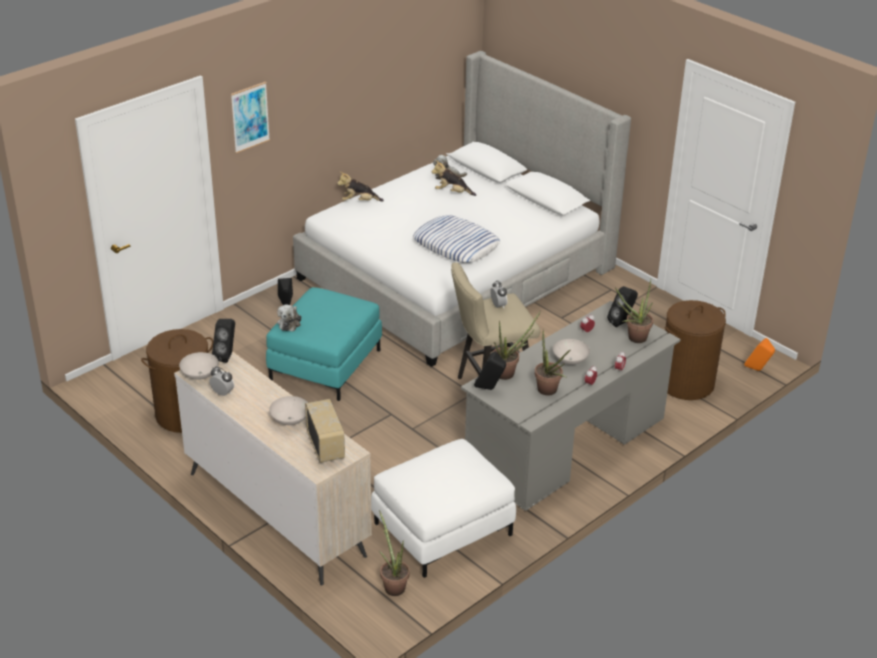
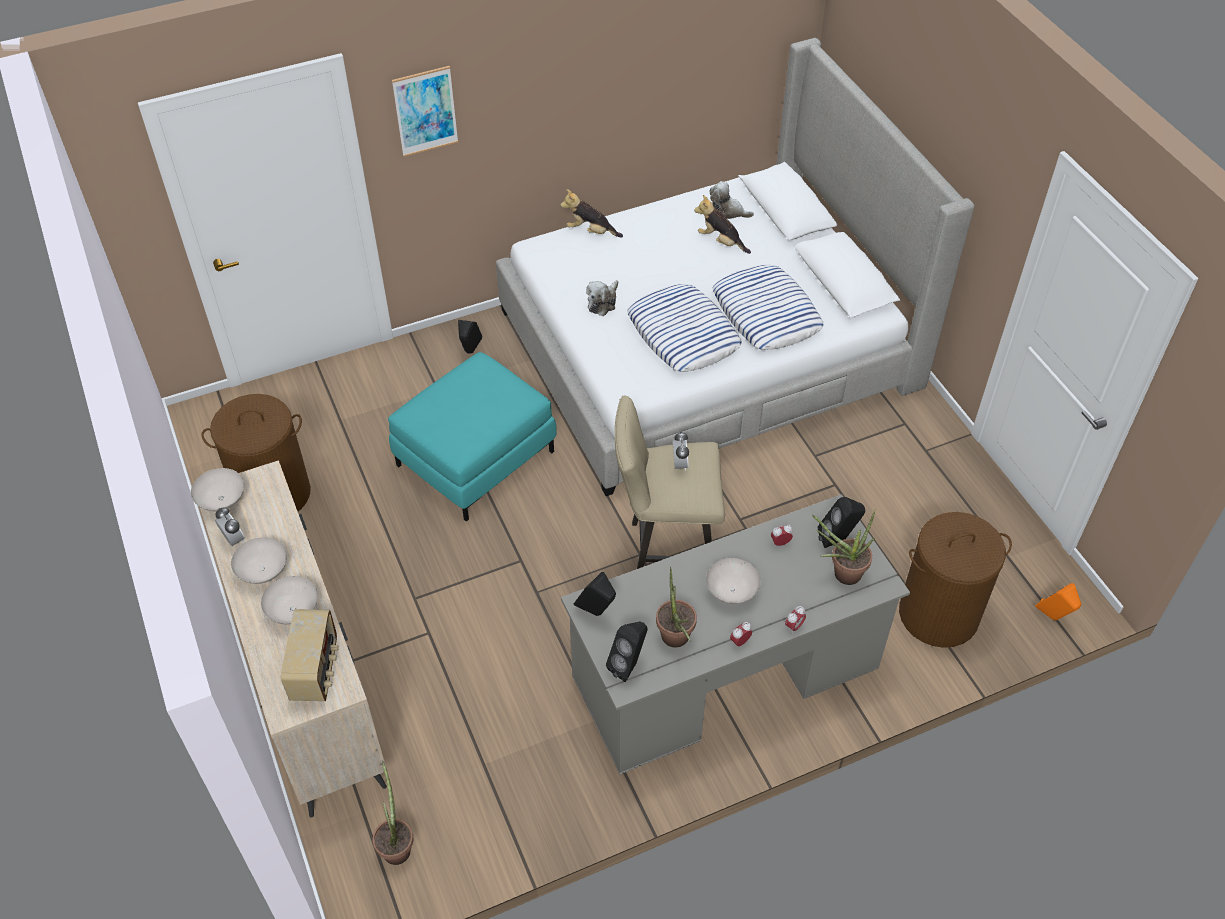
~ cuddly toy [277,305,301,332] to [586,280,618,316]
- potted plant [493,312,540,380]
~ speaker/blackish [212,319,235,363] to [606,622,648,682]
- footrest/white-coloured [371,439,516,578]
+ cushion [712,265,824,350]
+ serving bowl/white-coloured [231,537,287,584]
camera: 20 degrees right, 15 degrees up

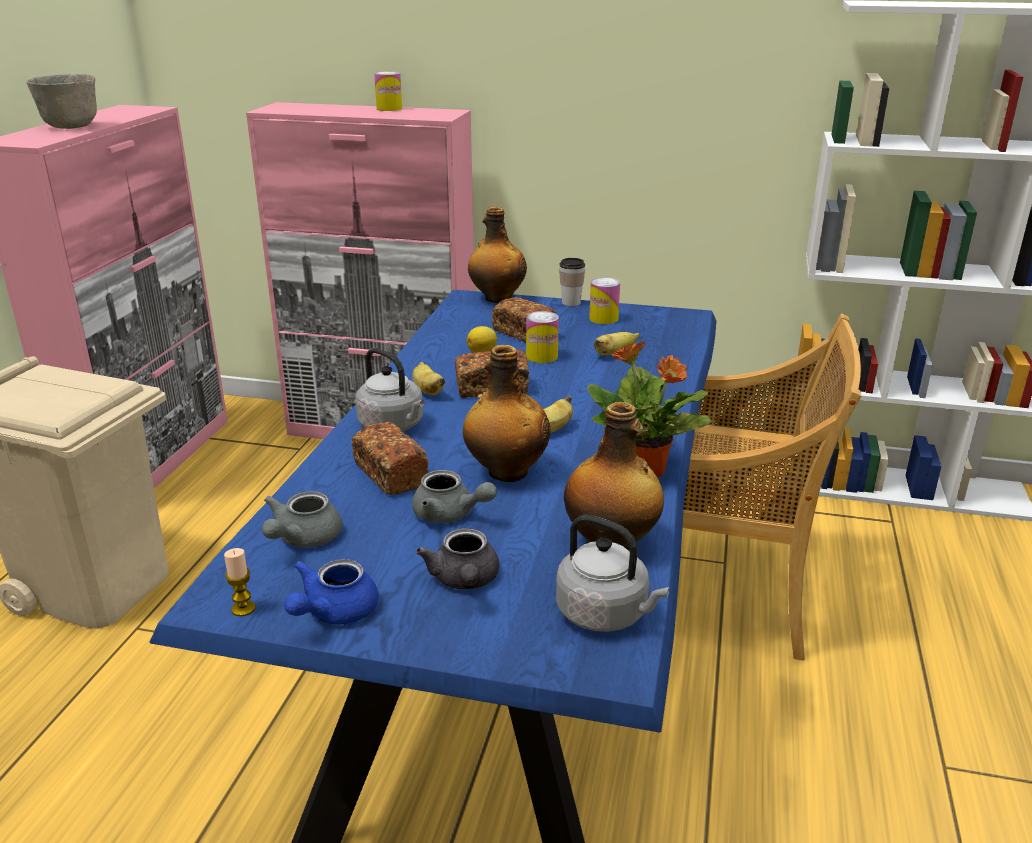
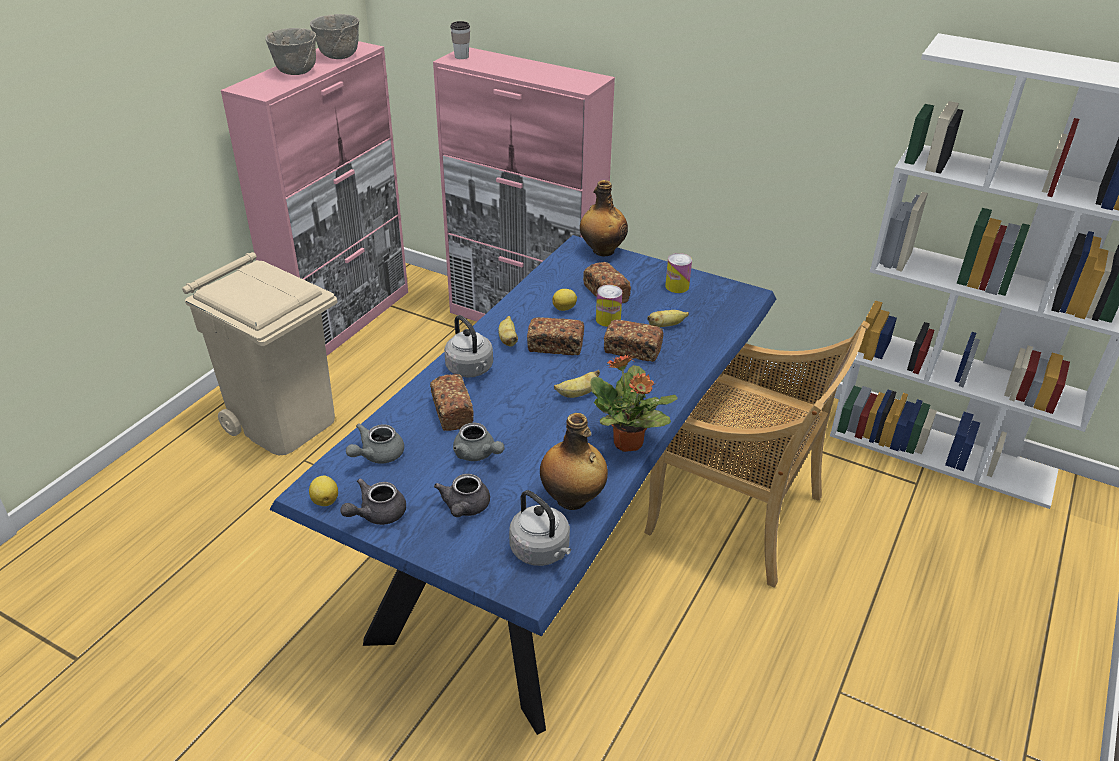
- sealed can [374,71,402,111]
~ small cup [559,258,585,306] to [450,21,470,59]
- beverage bottle [463,345,551,482]
~ wax light [224,548,255,616] to lemon [309,476,338,506]
~ pot for tea/bluish [284,559,378,625] to pot for tea/grey [340,479,406,525]
+ serving bowl/grey [310,14,359,59]
+ bread [604,320,663,362]
camera: 15 degrees right, 10 degrees up

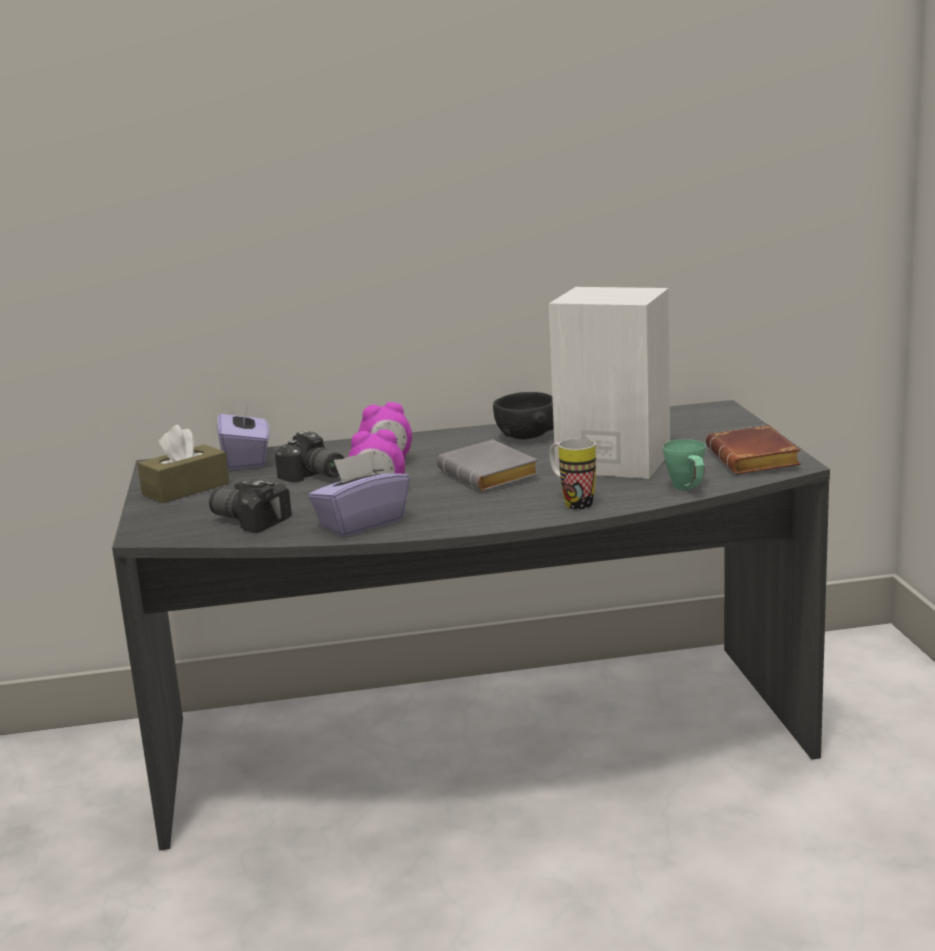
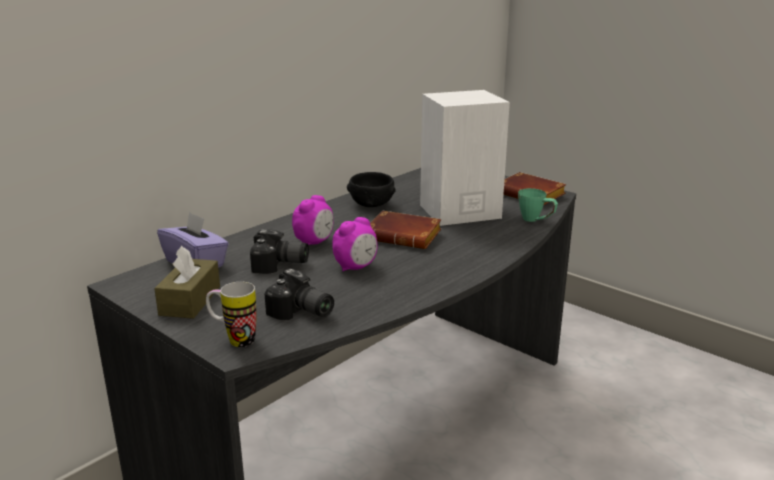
~ tea mug [549,438,596,510] to [206,282,257,347]
~ book/grey [437,439,539,491] to book/brown [370,210,441,249]
- tissue holder/purplish [308,452,409,537]
~ still camera [209,480,292,533] = [264,268,334,320] 135 degrees counterclockwise
camera: 40 degrees left, 5 degrees up

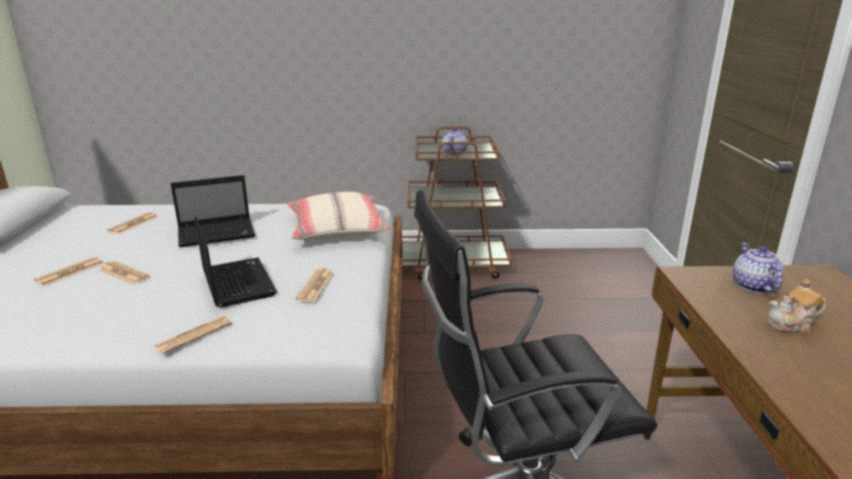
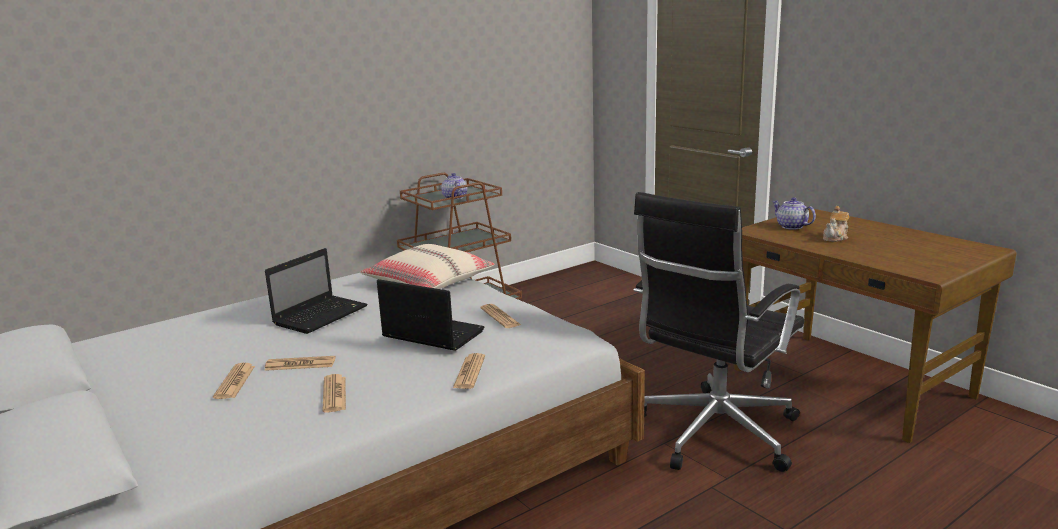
~ newspaper [107,212,158,234] to [322,374,346,413]
camera: 35 degrees left, 5 degrees down

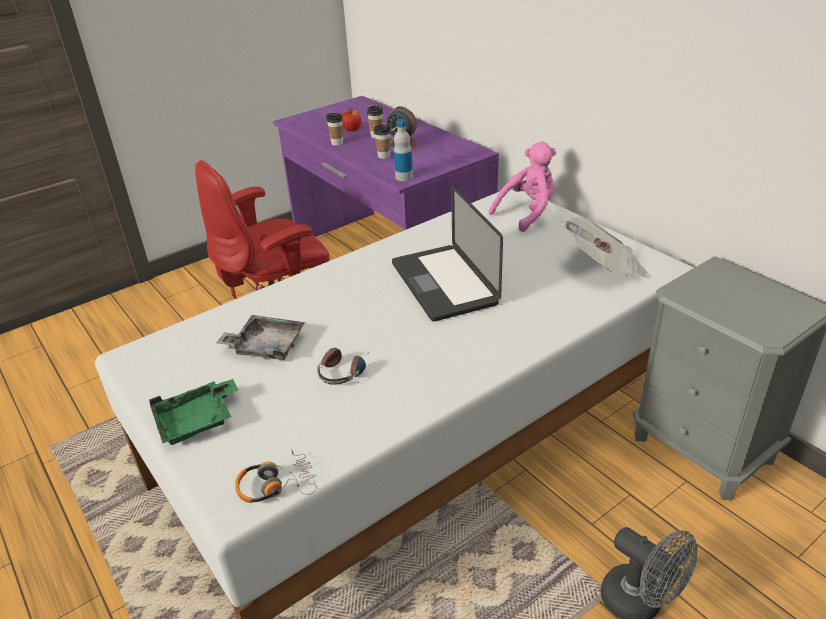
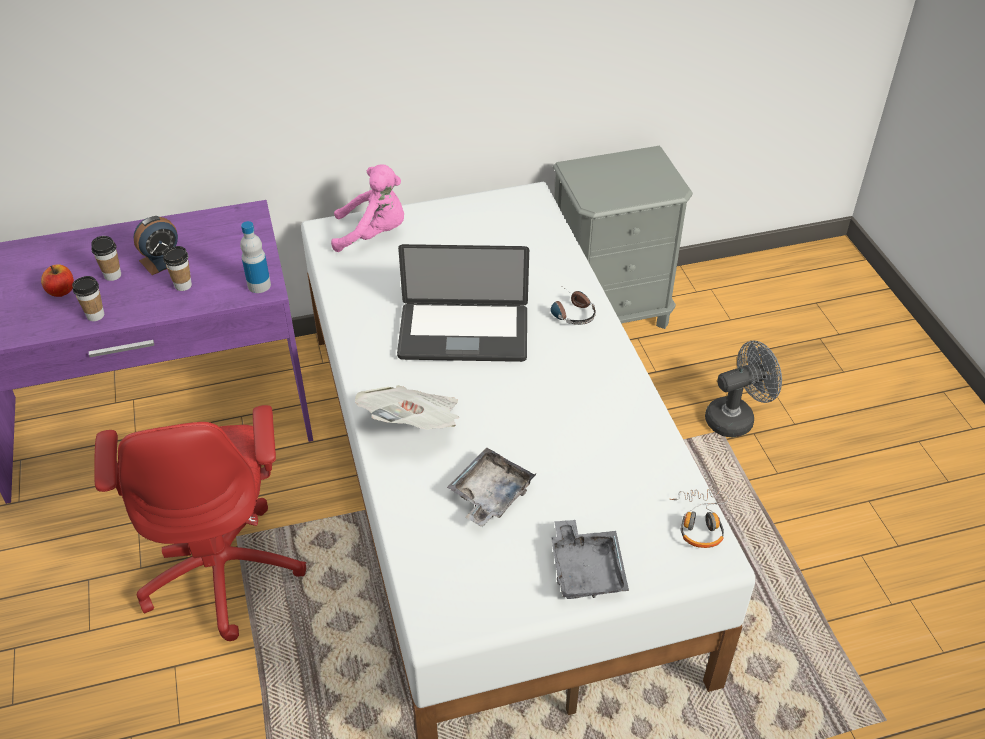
~ cuddly toy/pink [489,141,556,232] = [331,165,404,252] 105 degrees clockwise
~ newspaper [562,217,651,278] to [355,385,459,430]
~ headphones [317,348,372,385] to [551,287,596,325]
~ carrying tray/green [149,379,238,445] to carrying tray/grey [551,520,629,599]
camera: 70 degrees left, 10 degrees up

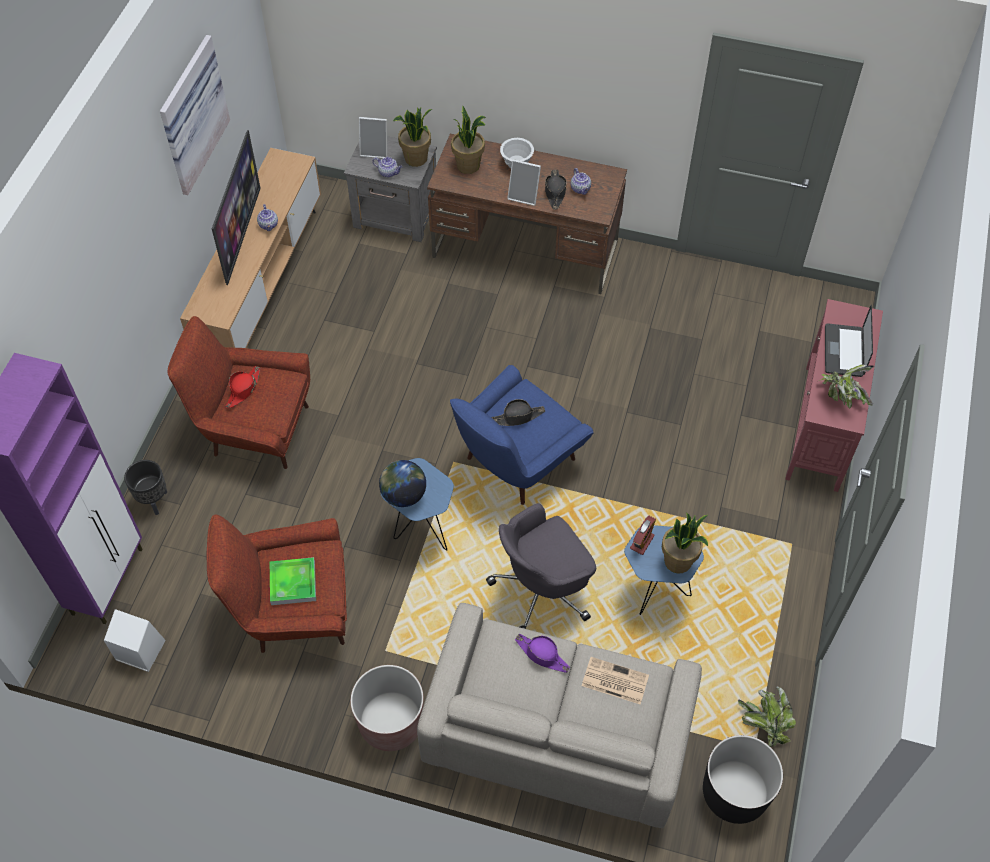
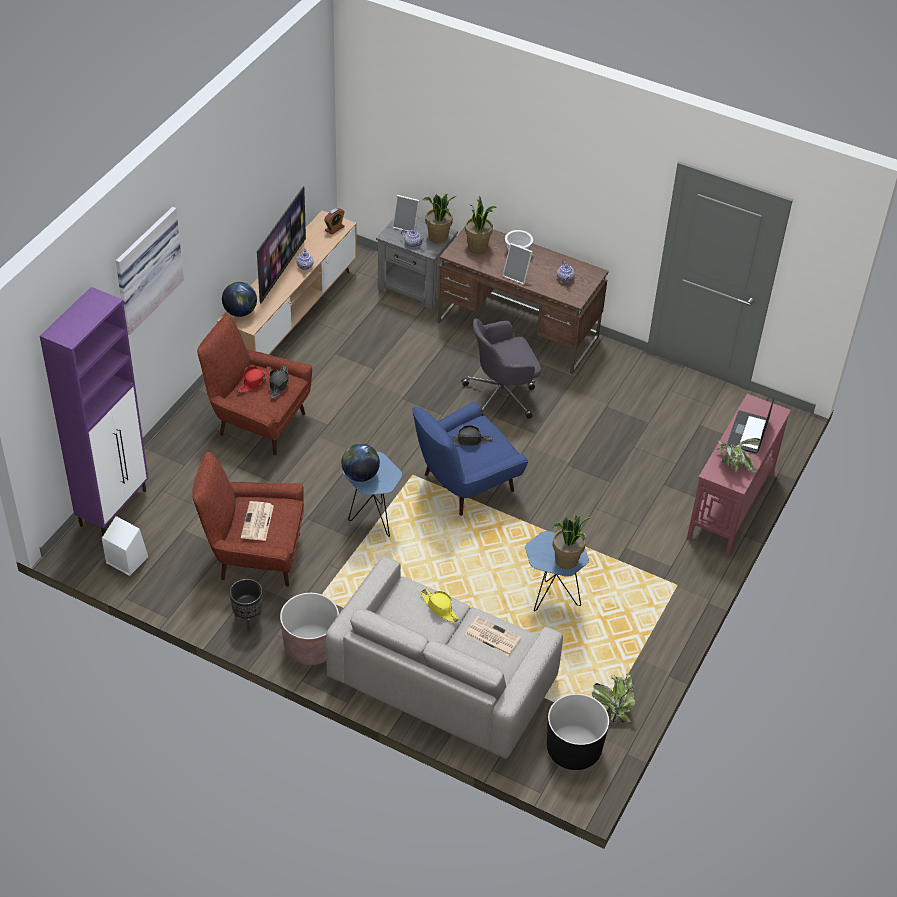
~ wall art [160,35,230,195] to [116,207,184,335]
~ hat/blackish [545,169,567,210] to [269,366,289,398]
~ plant pot/blackish [124,460,167,515] to [229,579,263,631]
~ computer chair/grey [486,503,596,629] to [462,318,541,419]
~ alarm clock [630,516,656,555] to [324,208,345,235]
~ carrying tray [270,557,316,605] to newspaper [241,501,274,541]
~ hat/purplish [515,633,570,673] to hat/yellowish [421,588,459,623]
+ desk globe [222,282,257,317]
camera: 10 degrees right, 10 degrees down

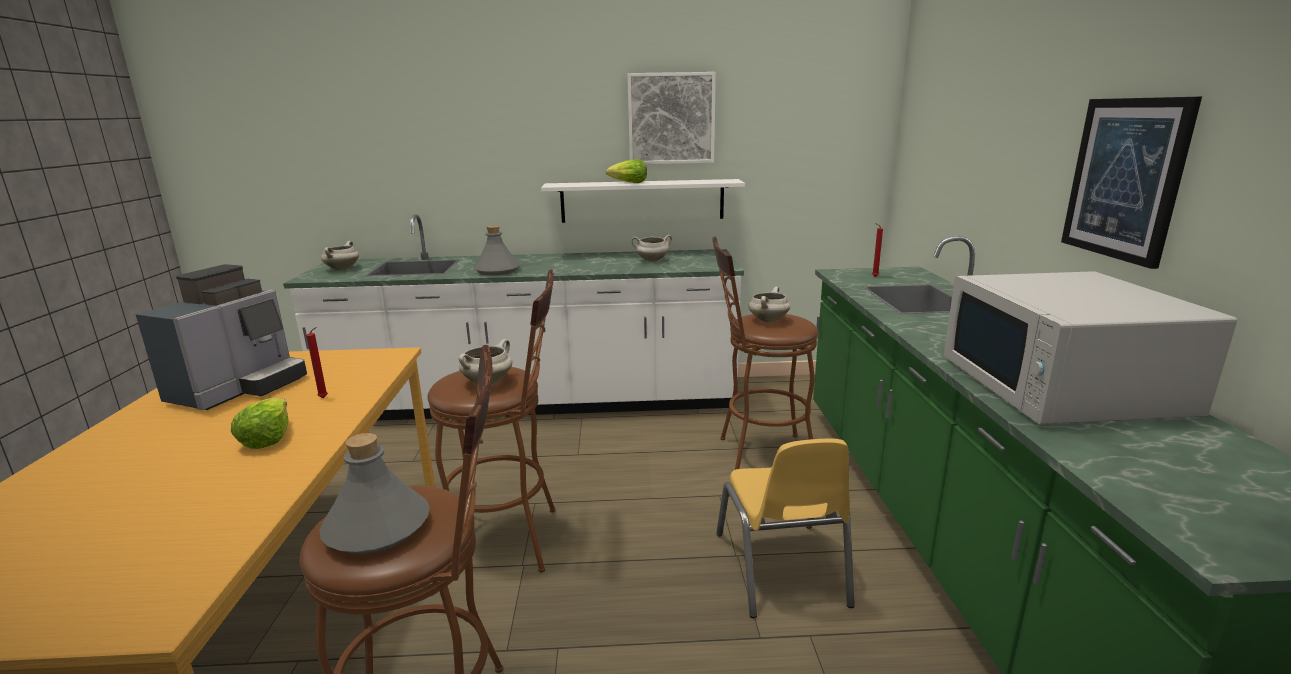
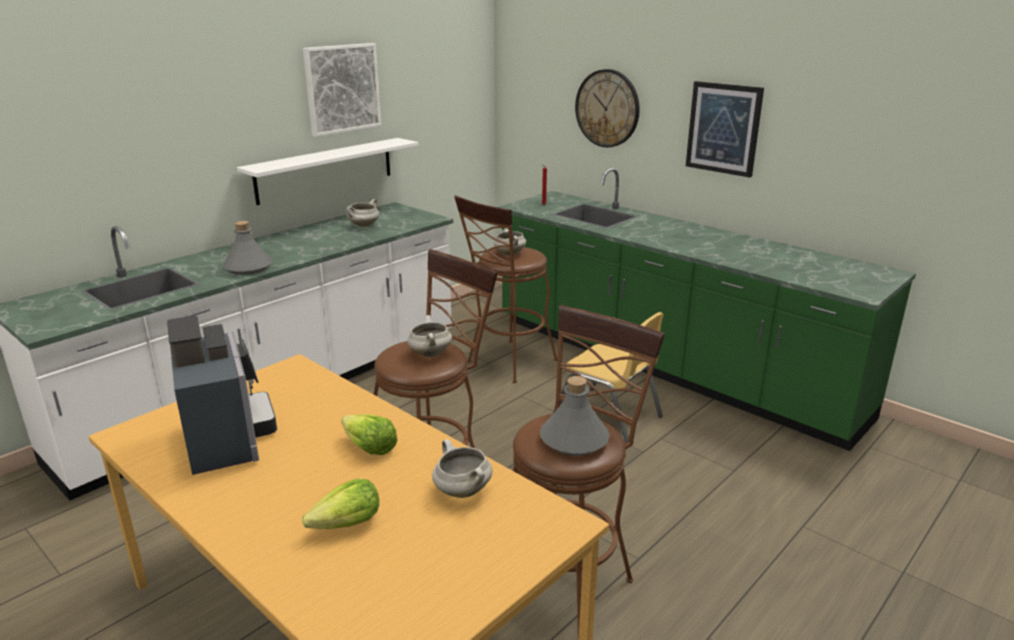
~ lettuce [606,159,647,183] to [302,479,379,529]
~ cooking pot/white-coloured [321,241,359,270] to [432,439,492,498]
- microwave/white-coloured [944,271,1237,424]
- wax light/reddish [306,327,328,398]
+ clock on the wall [575,69,640,147]
camera: 45 degrees left, 5 degrees up

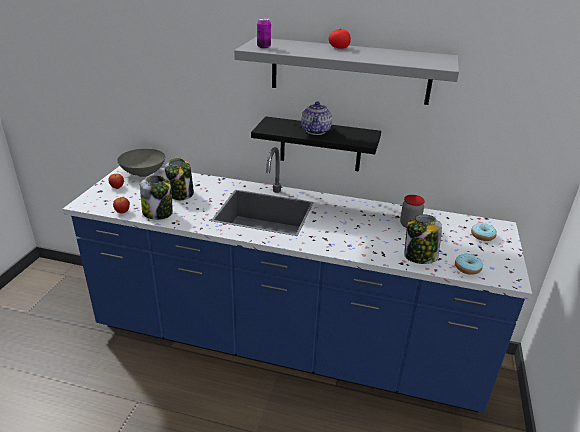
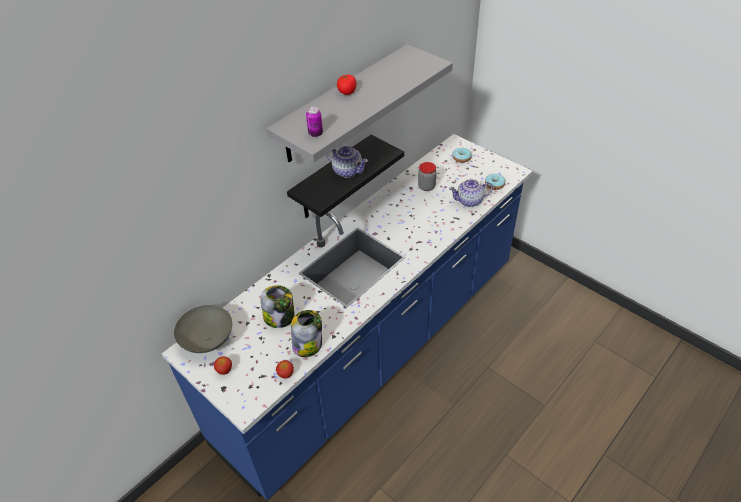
~ jar [404,214,442,264] to pot for tea [449,179,493,207]
camera: 60 degrees left, 15 degrees up

